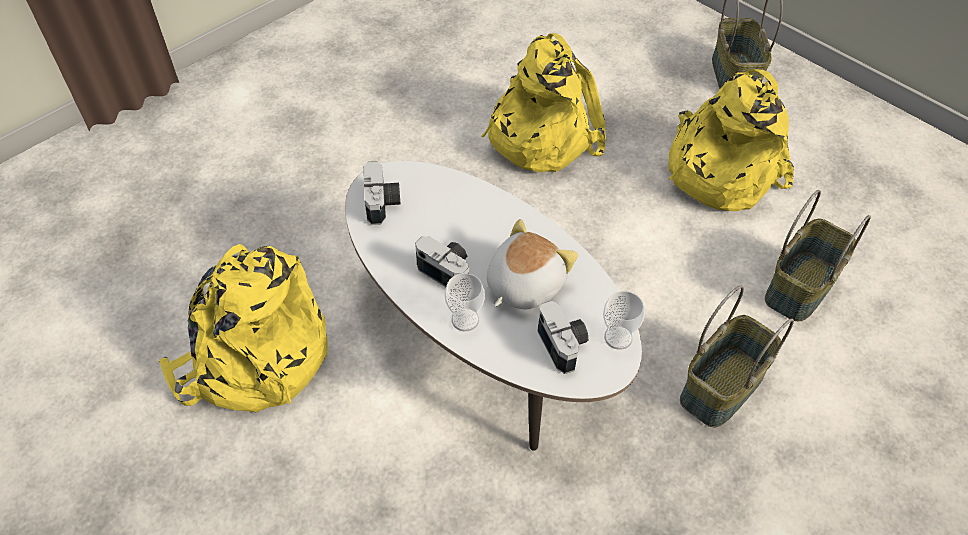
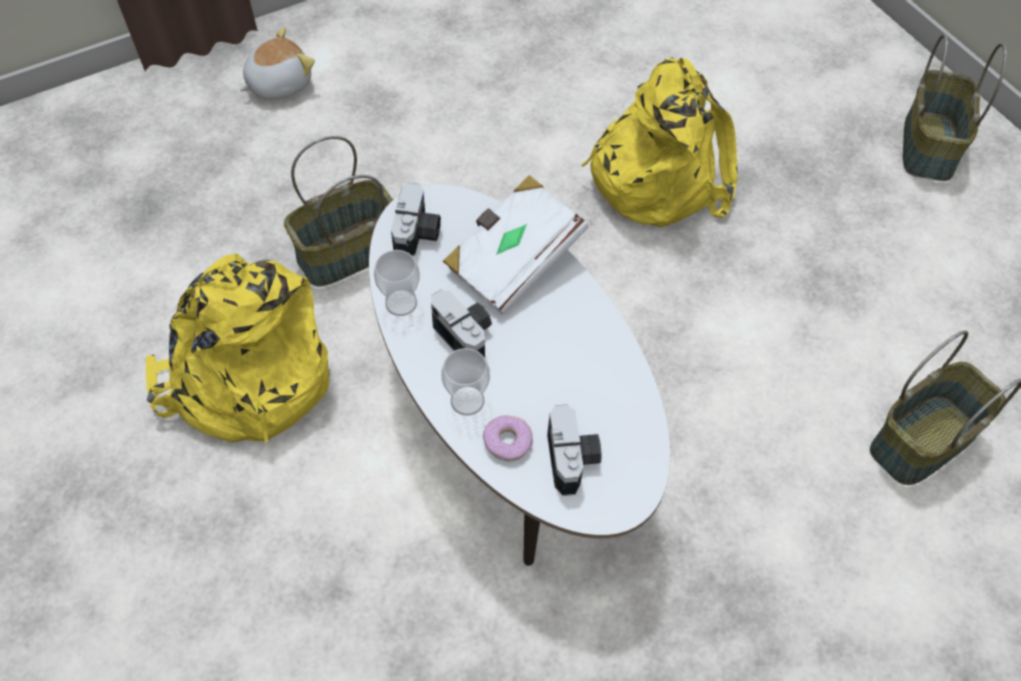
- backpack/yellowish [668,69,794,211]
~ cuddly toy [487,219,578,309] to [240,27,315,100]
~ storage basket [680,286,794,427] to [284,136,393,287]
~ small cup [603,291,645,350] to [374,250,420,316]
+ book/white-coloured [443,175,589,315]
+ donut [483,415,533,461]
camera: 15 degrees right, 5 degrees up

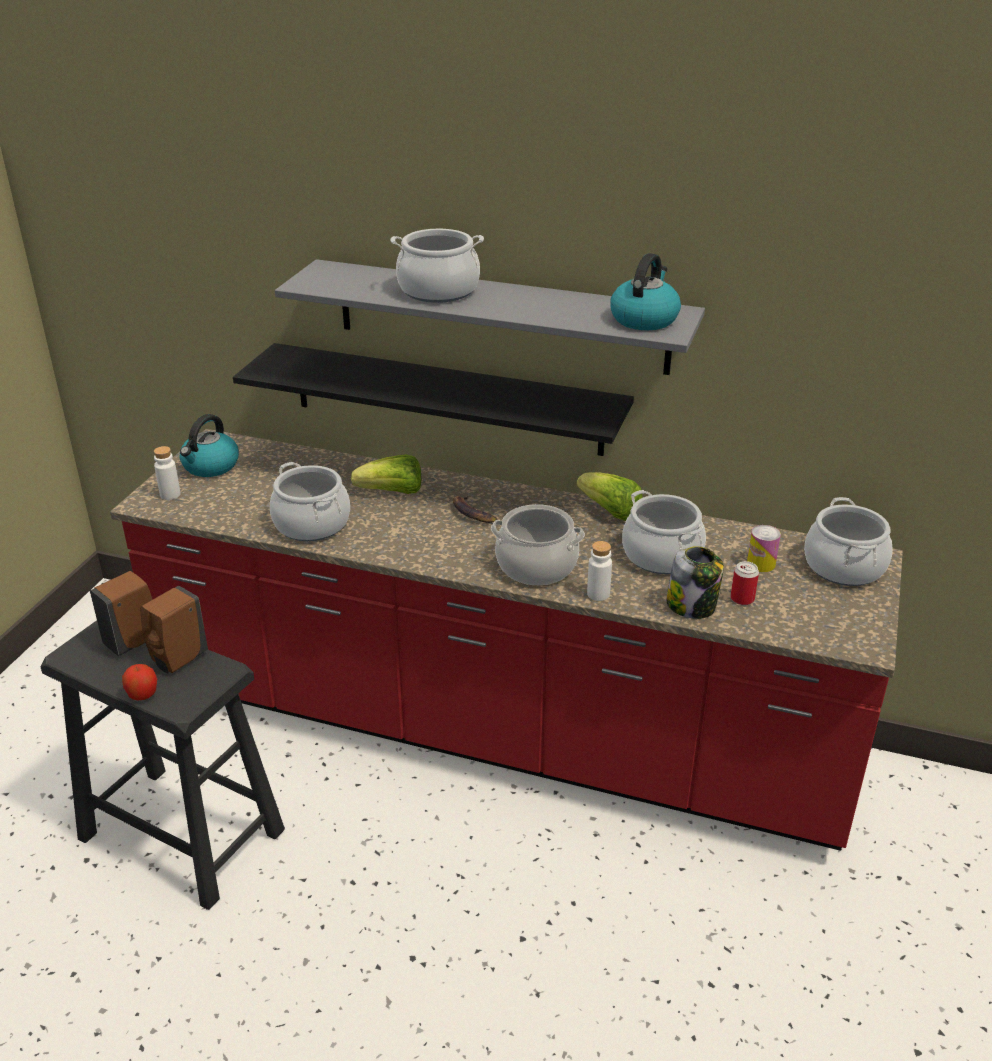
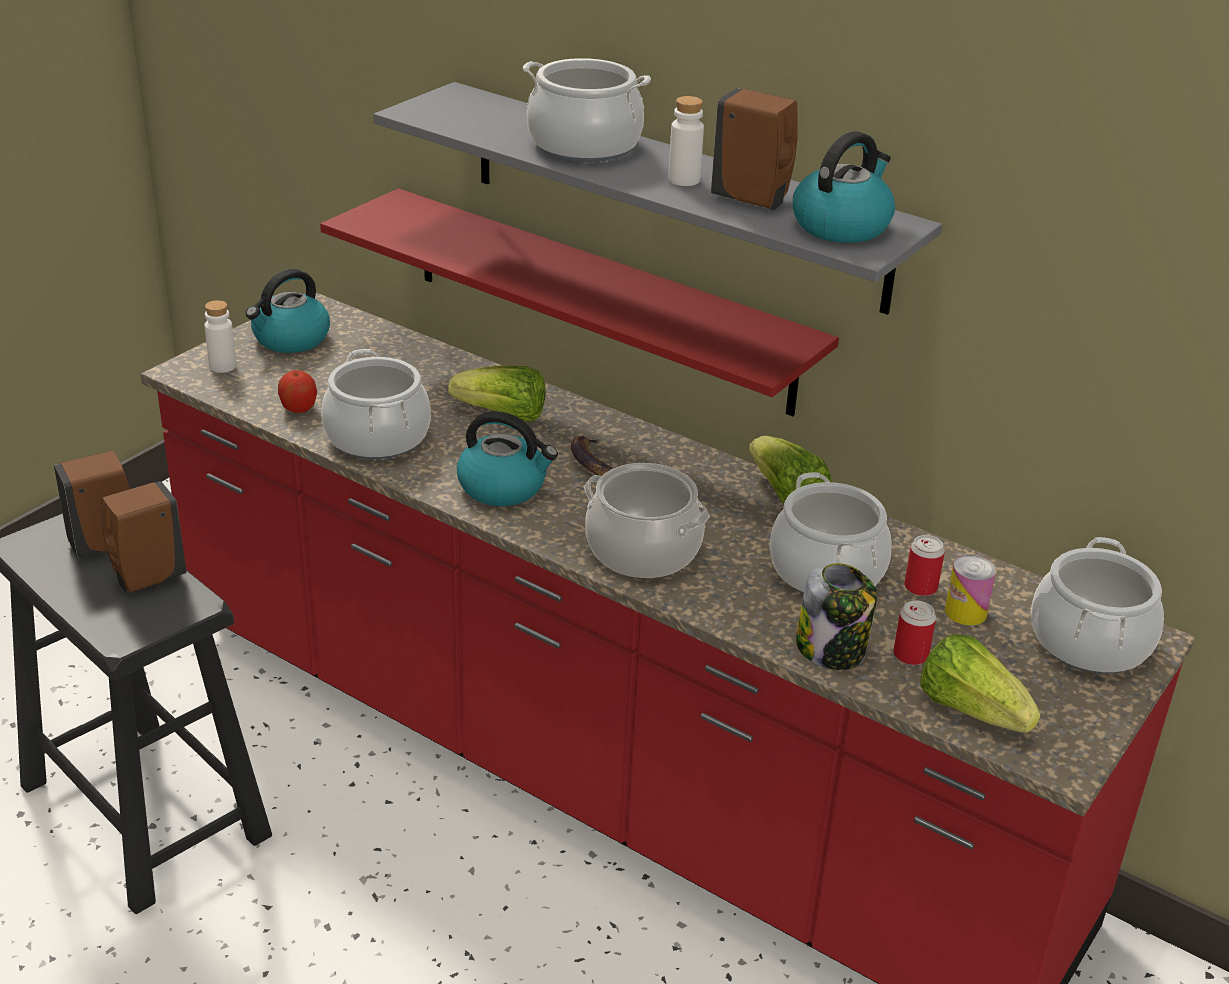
~ shelf/blackish [233,343,634,456] to shelf/reddish [320,188,839,416]
~ beverage bottle/white-coloured [587,541,612,601] to [668,96,704,186]
~ whole apple [122,664,157,700] to [278,370,317,413]
+ soap bottle/brown [711,88,798,210]
+ tea kettle [457,411,558,506]
+ sealed can [904,535,945,596]
+ lettuce [920,634,1041,733]
camera: 15 degrees right, 0 degrees up

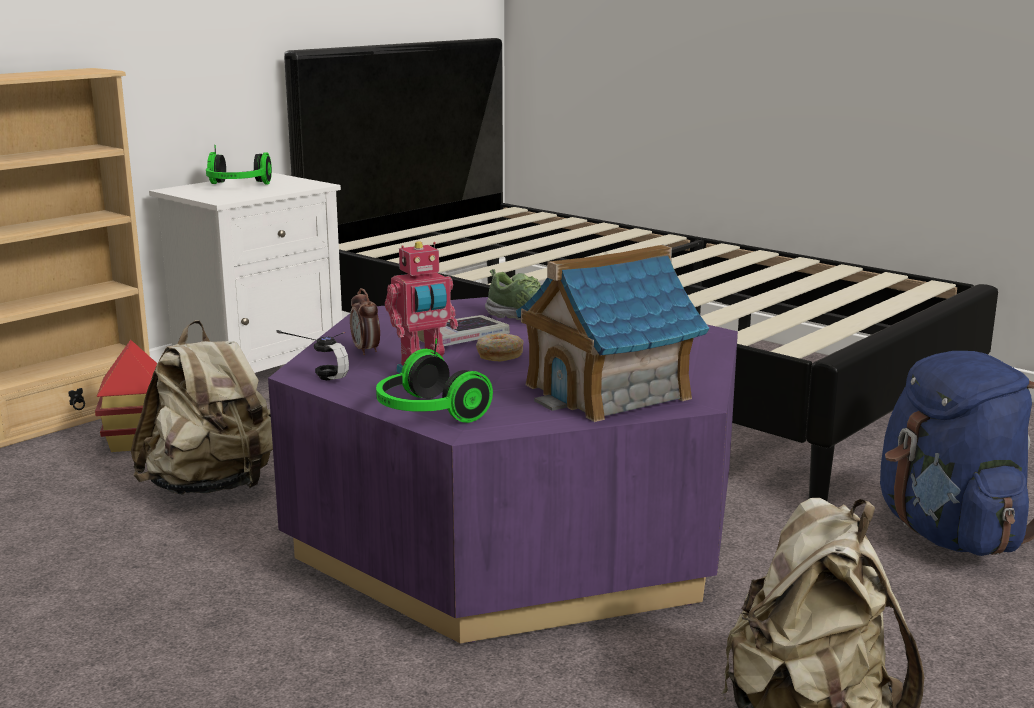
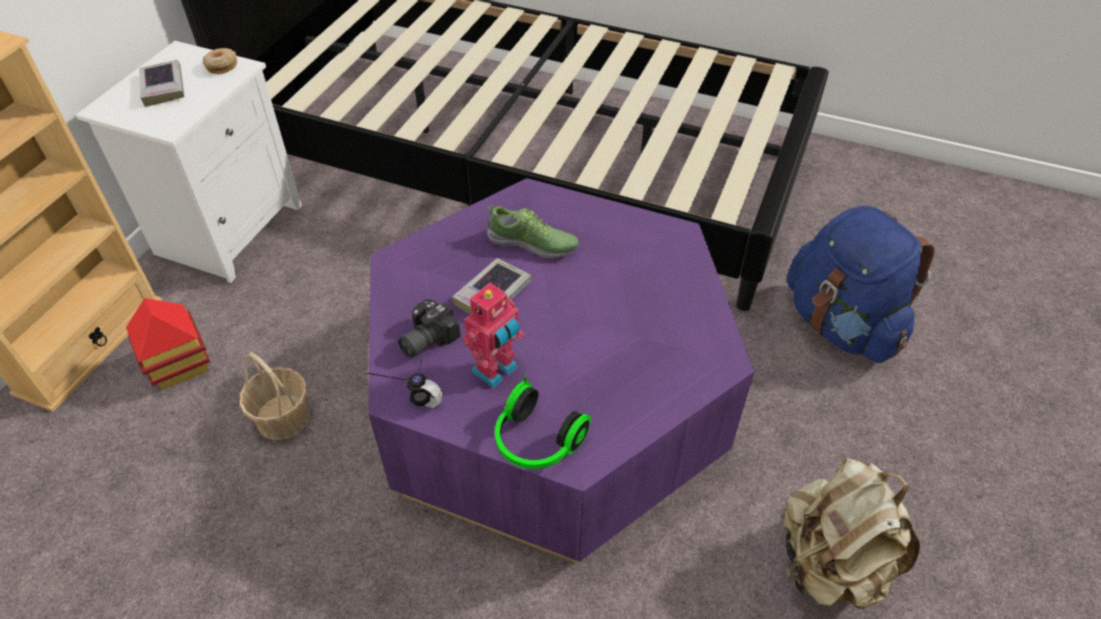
~ headphones [206,145,272,184] to book [140,60,184,107]
- model house [516,245,709,422]
~ alarm clock [350,288,380,355] to still camera [398,299,461,358]
~ backpack/sand-coloured [131,320,273,495] to storage basket [240,352,310,440]
~ donut [476,333,523,362] to [203,48,237,74]
camera: 20 degrees left, 30 degrees up

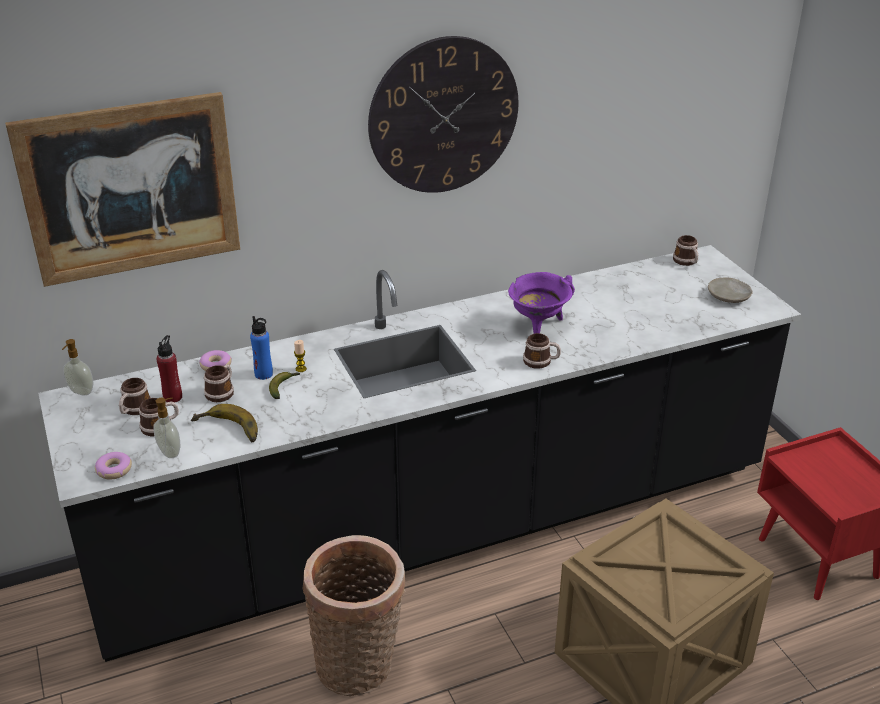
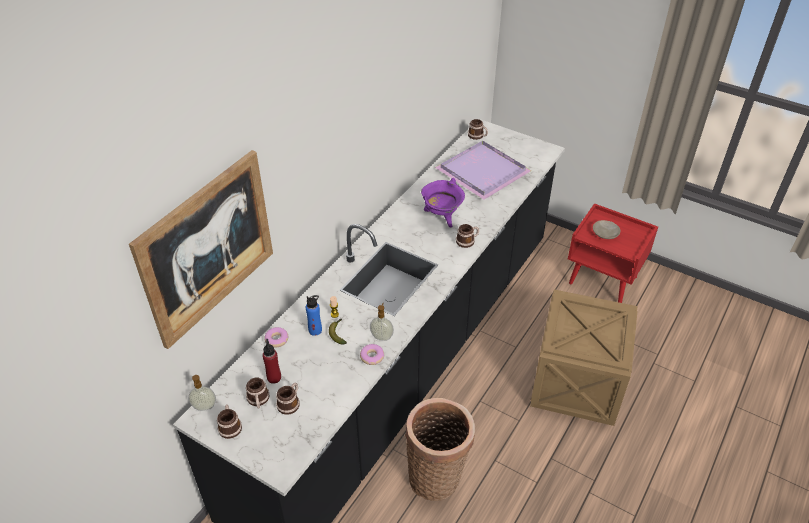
- clock on the wall [368,36,519,193]
~ flat dish/sand-coloured [708,278,753,303] to [593,220,620,239]
~ tea mug [204,364,234,402] to [217,404,242,439]
~ soap bottle [153,398,181,458] to [370,303,394,341]
- banana [191,404,258,442]
~ donut [95,452,132,480] to [360,344,384,365]
+ carrying tray/purplish [435,141,531,200]
camera: 35 degrees left, 10 degrees up

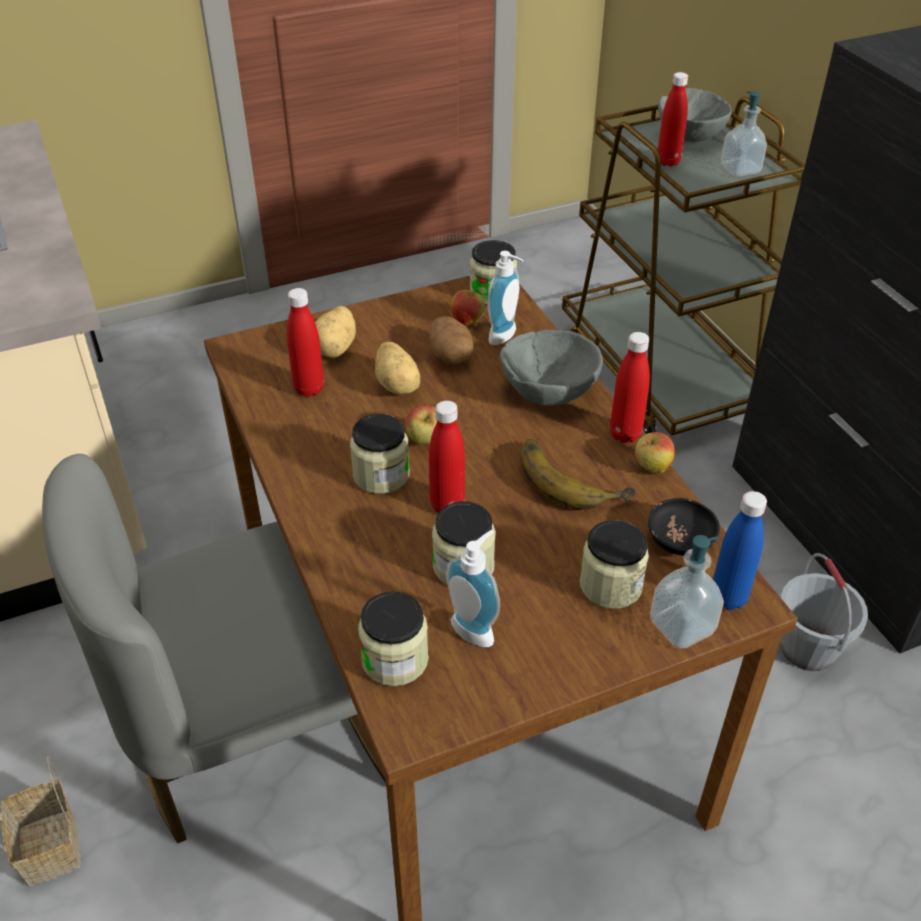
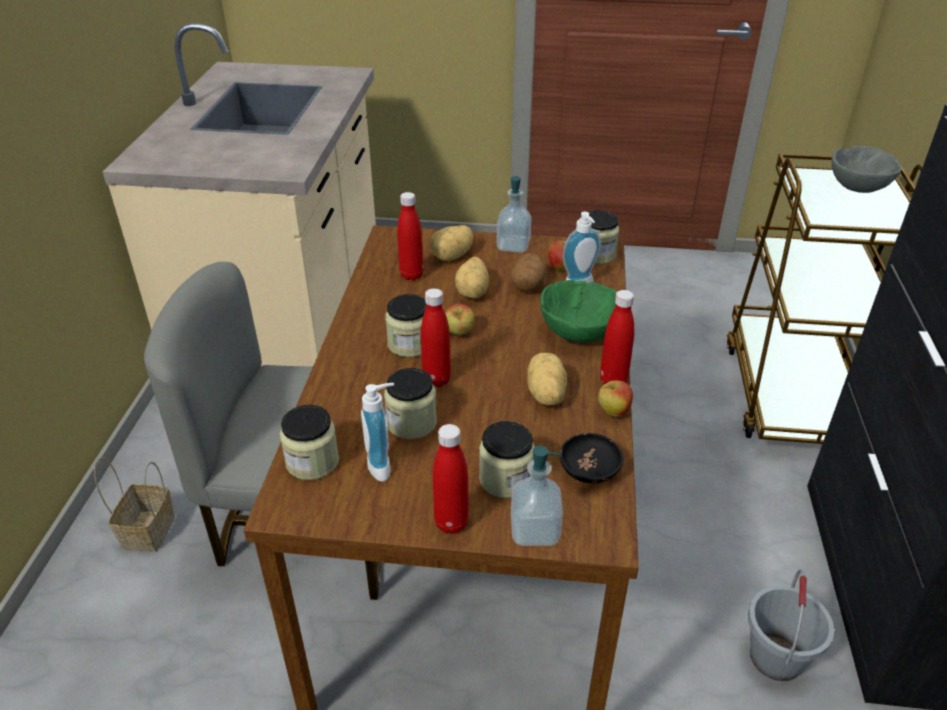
~ beverage bottle/reddish [658,72,688,167] to [433,424,469,534]
~ soap bottle [721,91,767,177] to [496,176,531,253]
~ serving bowl/grey [500,330,603,406] to serving bowl/green [541,280,617,342]
~ banana [520,439,636,510] to spud [527,353,567,406]
- beverage bottle/bluish [713,491,767,610]
camera: 30 degrees right, 5 degrees down

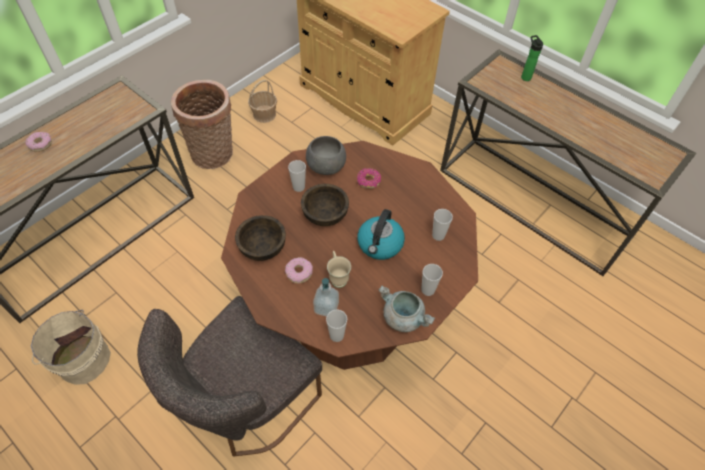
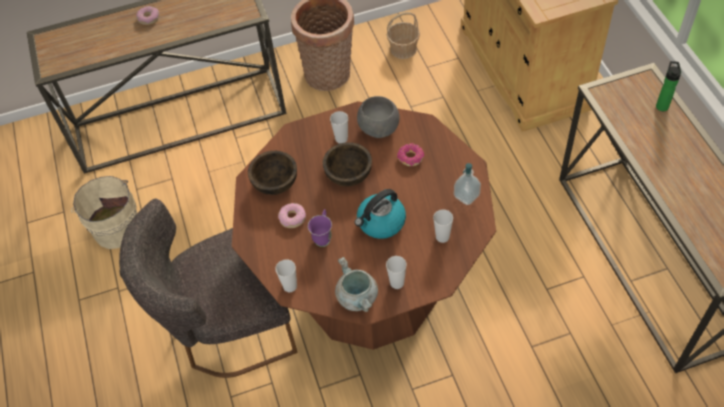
~ tea mug/sand-coloured [327,251,351,288] to tea mug/purplish [308,209,332,247]
~ soap bottle [313,278,339,317] to [454,163,481,205]
camera: 35 degrees right, 0 degrees up

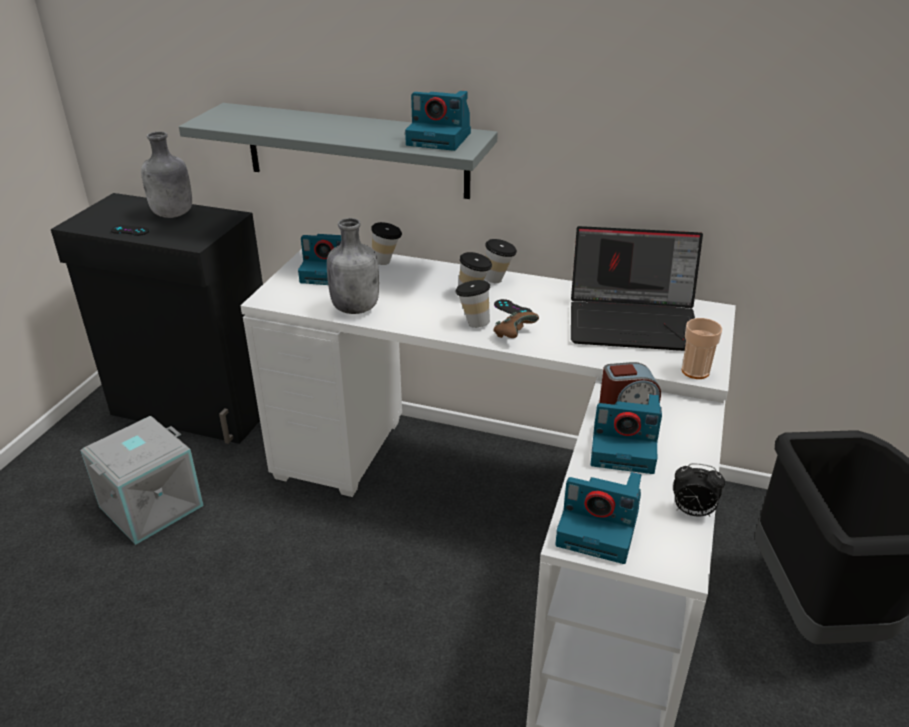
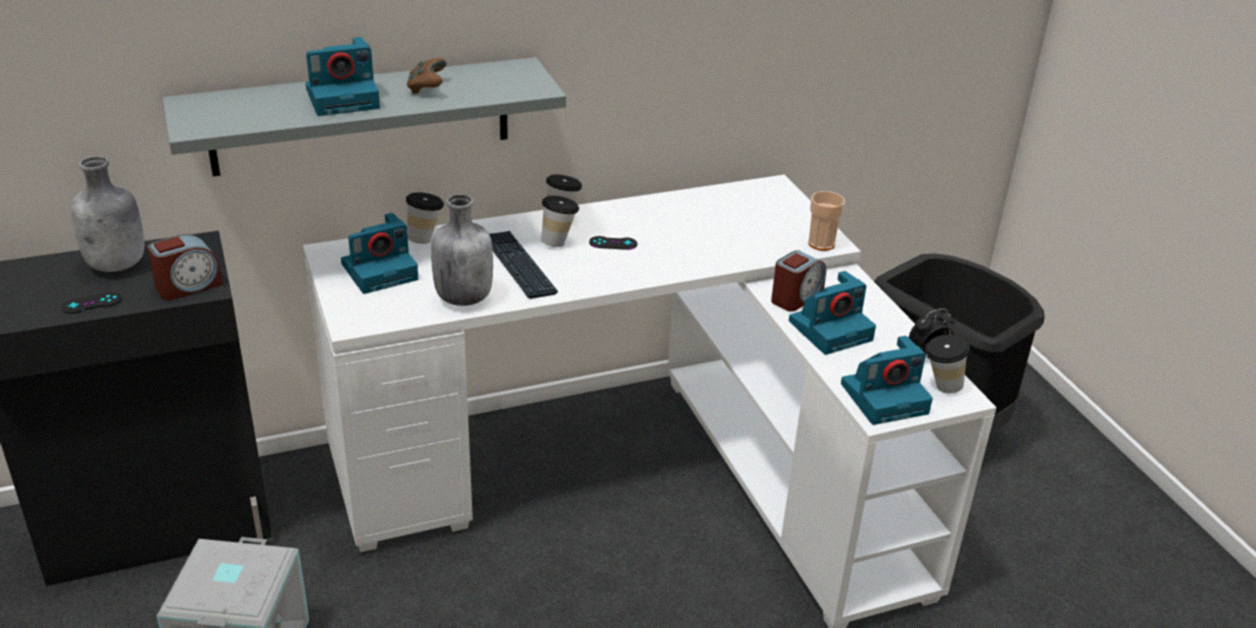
~ still camera [405,91,471,151] to [306,37,380,116]
- portable computer [571,226,703,351]
~ small cup [455,280,490,328] to [925,335,970,393]
~ joypad/brown [493,312,539,338] to [407,58,447,94]
+ computer keyboard [489,231,558,299]
+ alarm clock [147,234,222,300]
camera: 40 degrees left, 0 degrees up

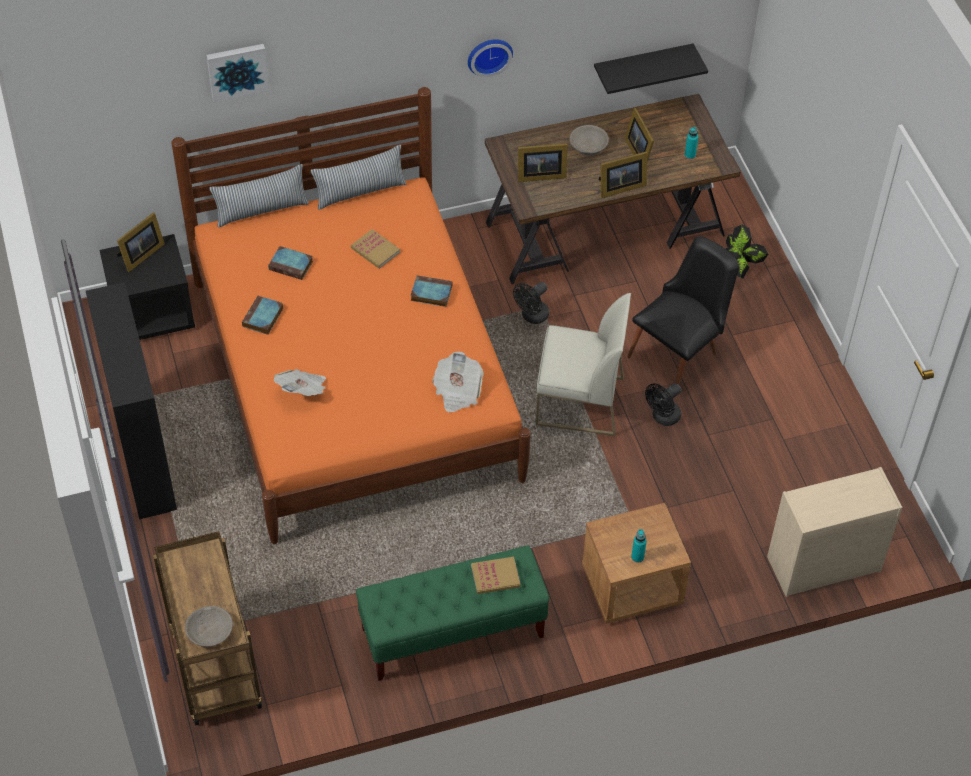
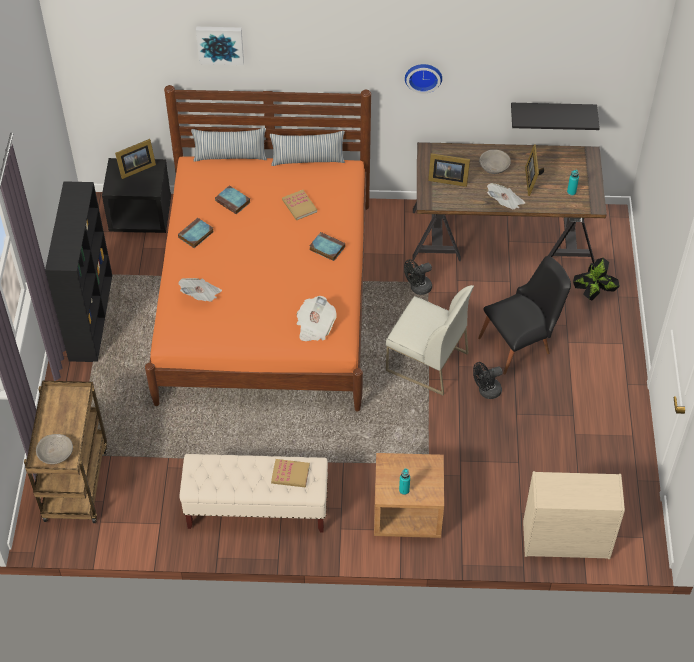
~ photo frame [599,151,647,198] to newspaper [487,183,525,210]
~ long seat/green [356,545,549,681] to long seat/sand-coloured [180,454,328,533]
camera: 20 degrees right, 0 degrees up

